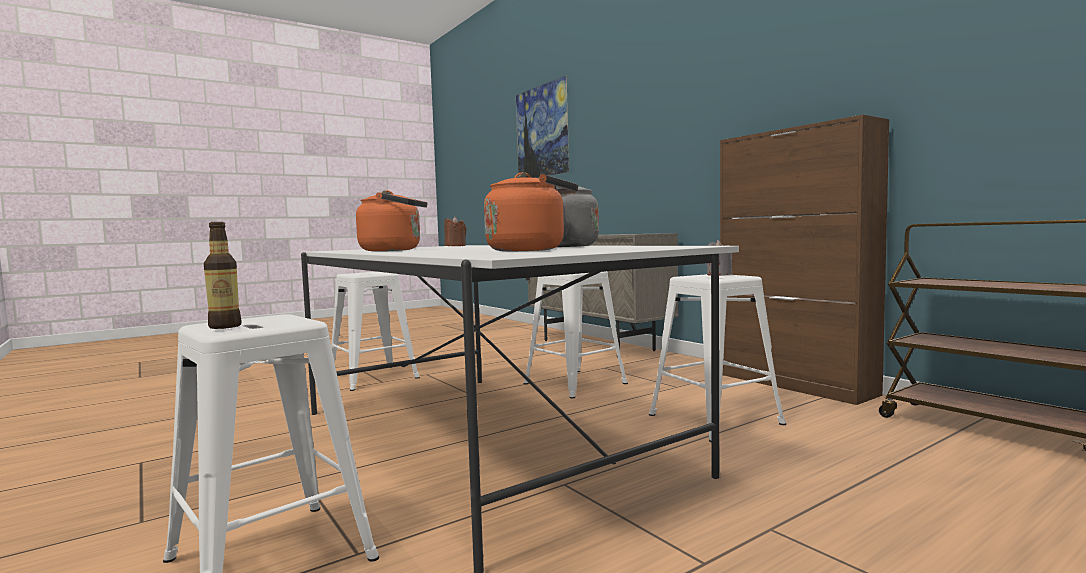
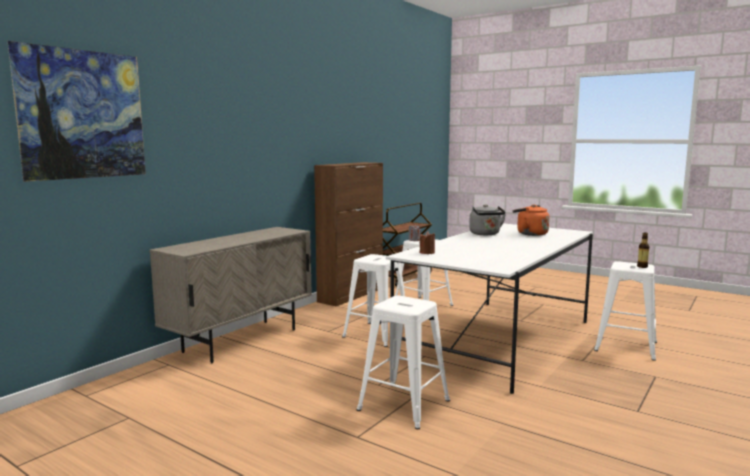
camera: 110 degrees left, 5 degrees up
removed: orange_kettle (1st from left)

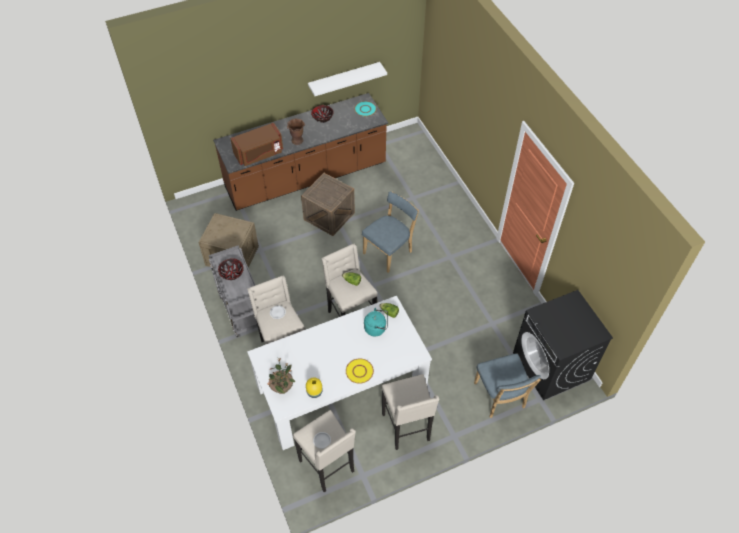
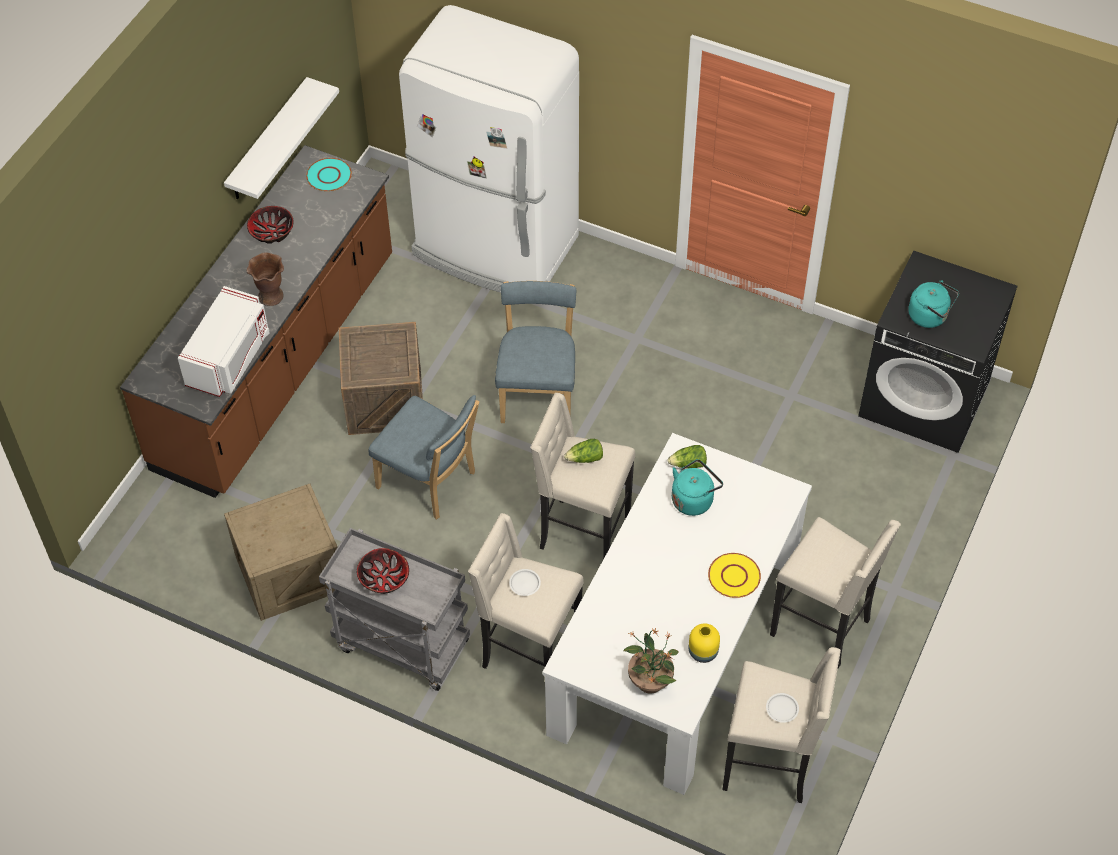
camera: 40 degrees left, 0 degrees up
added: white_fridge; turquoise_kettle (2nd from left)
moved: blue_chair (2nd from left in the first image) to blue_chair (1st from left)
recoloured: brown_microwave to white_microwave

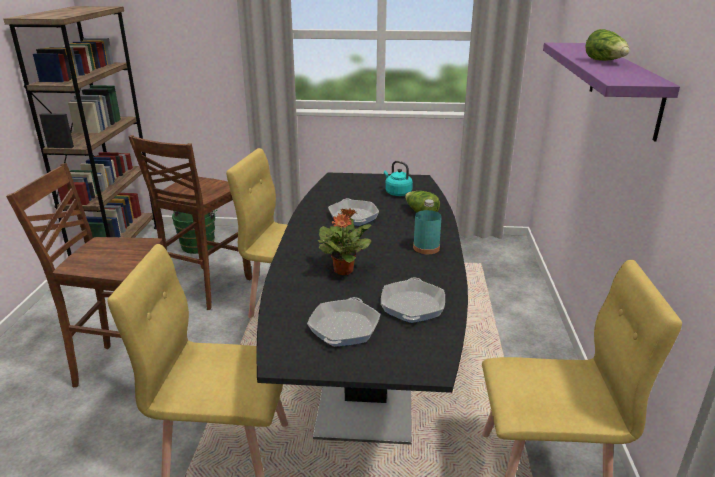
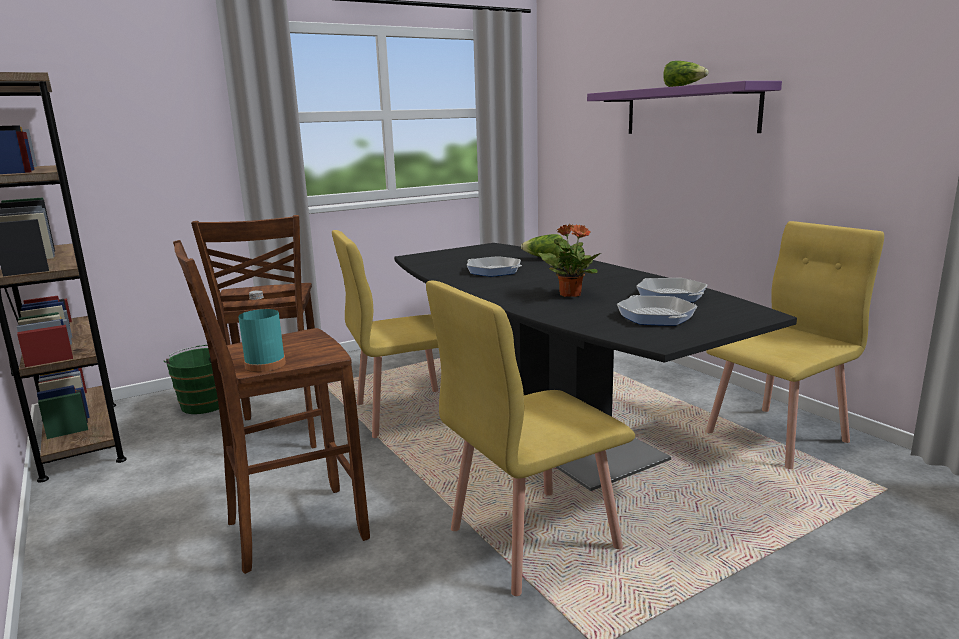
camera: 35 degrees left, 10 degrees down
removed: turquoise_kettle
moved: turquoise_bottle

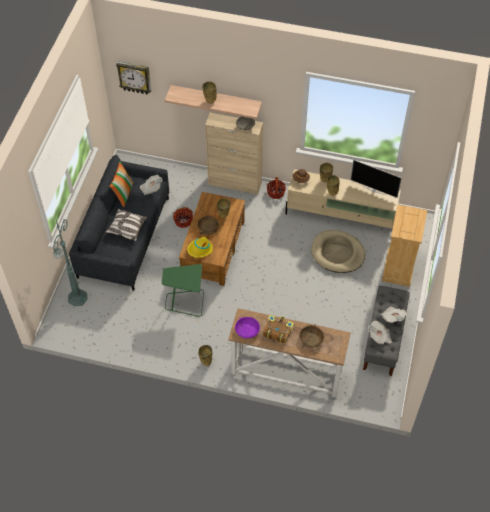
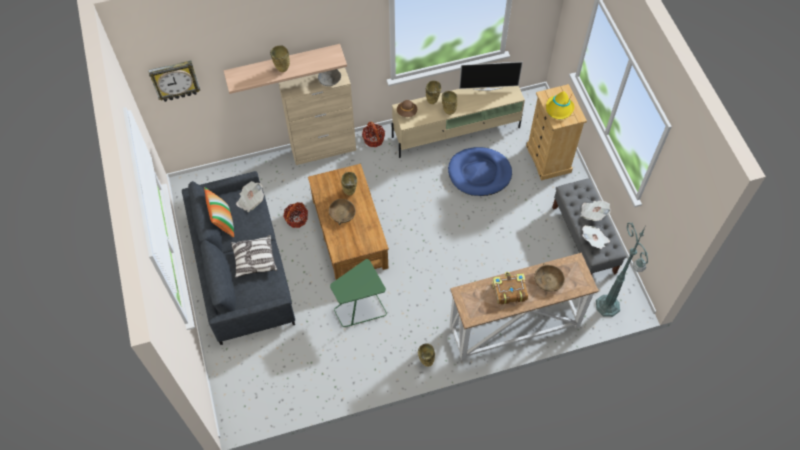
camera: 30 degrees left, 5 degrees up
removed: purple_bowl
moved: green_floor_lamp; yellow_hat
recoloured: beige_dog_bed to blue_dog_bed

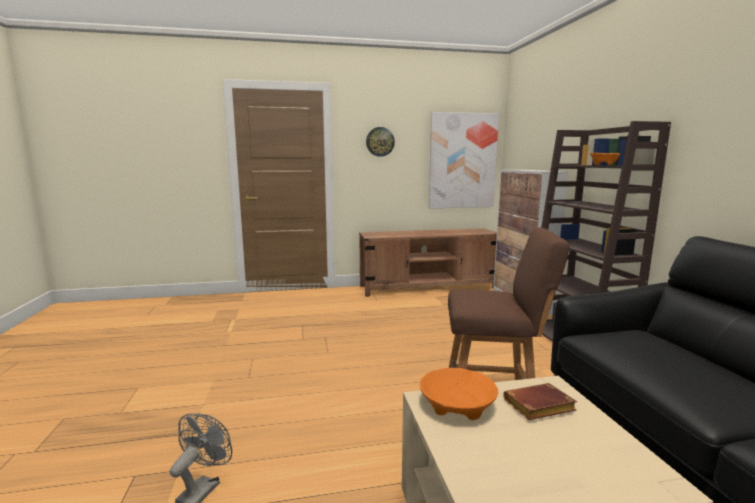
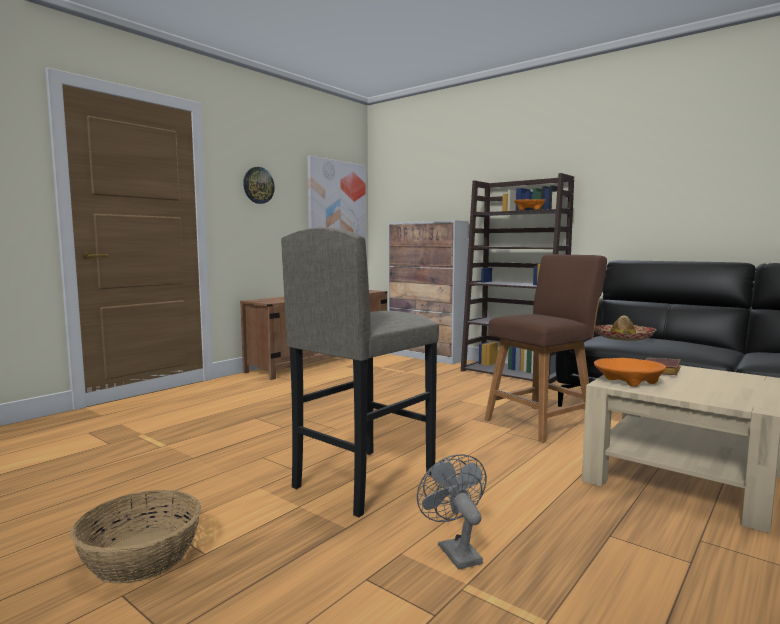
camera: 40 degrees left, 5 degrees down
added: basket; grey_stool; hat

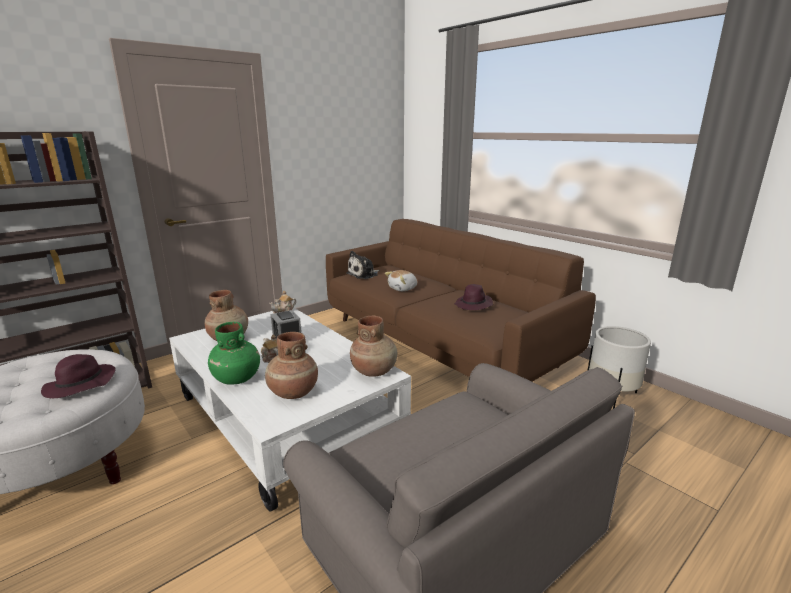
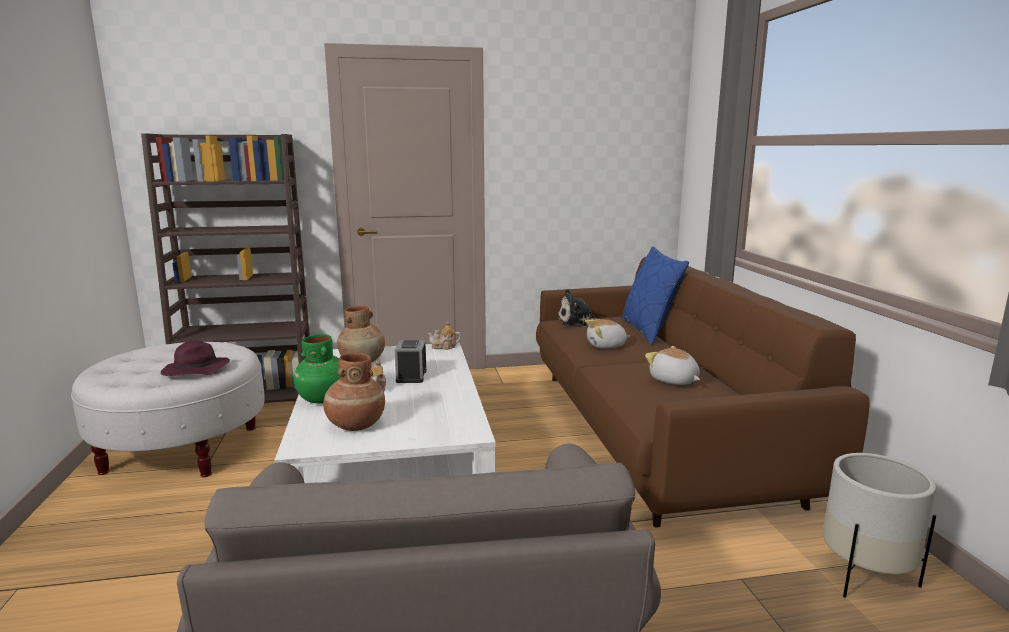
camera: 30 degrees right, 5 degrees down
removed: brown_vase (3rd from left)
added: blue_pillow
replaced: purple_hat (2nd from left) to plush_toy (3rd from left)

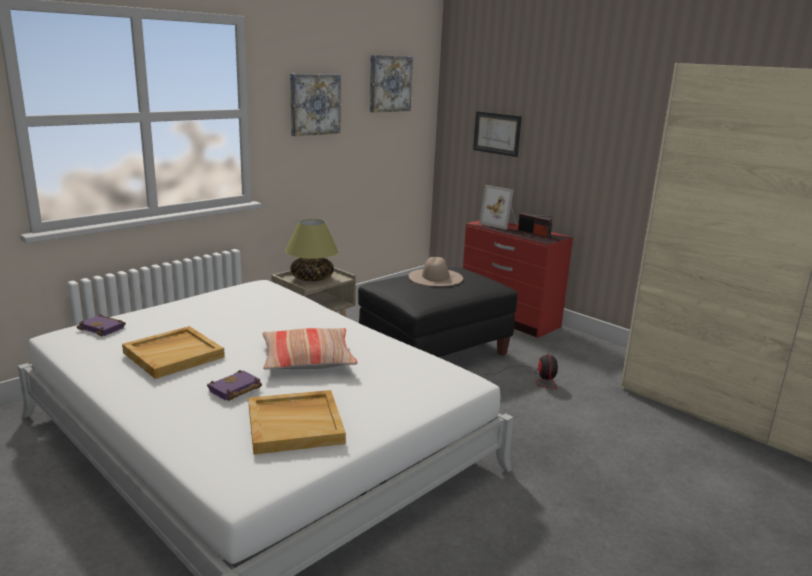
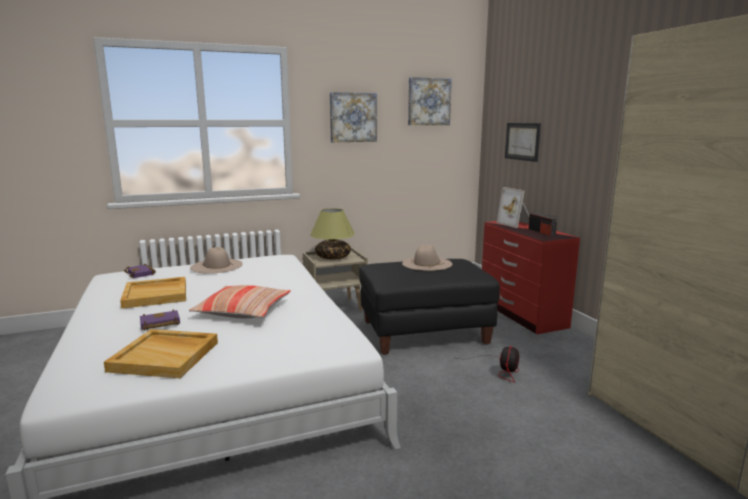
camera: 25 degrees right, 5 degrees down
added: beige_hat (1st from left)

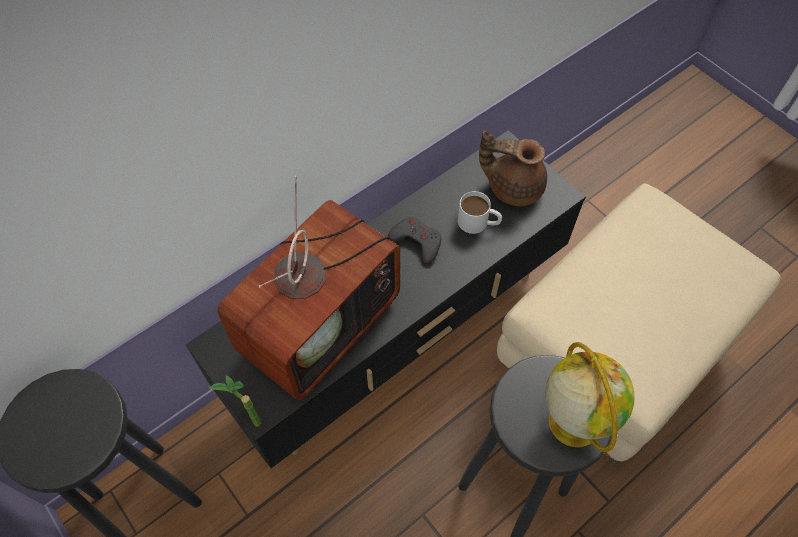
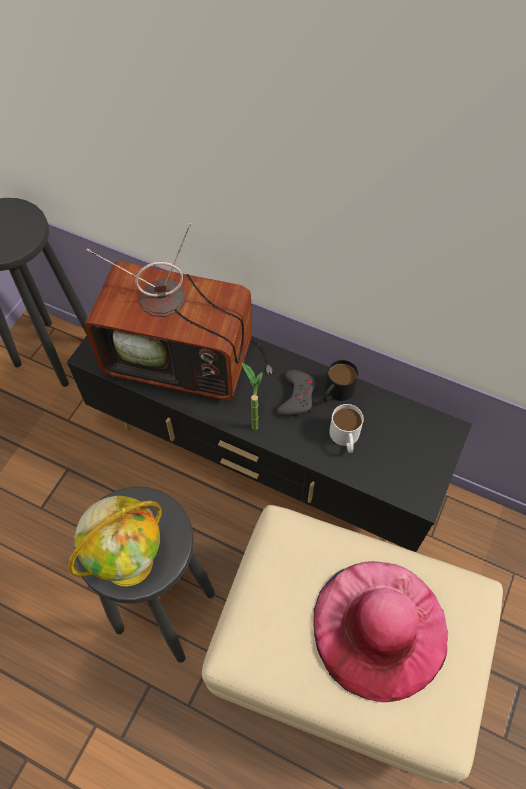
camera: 65 degrees right, 0 degrees up
removed: brown_teapot
added: pink_hat; black_mug
moved: potted_plant

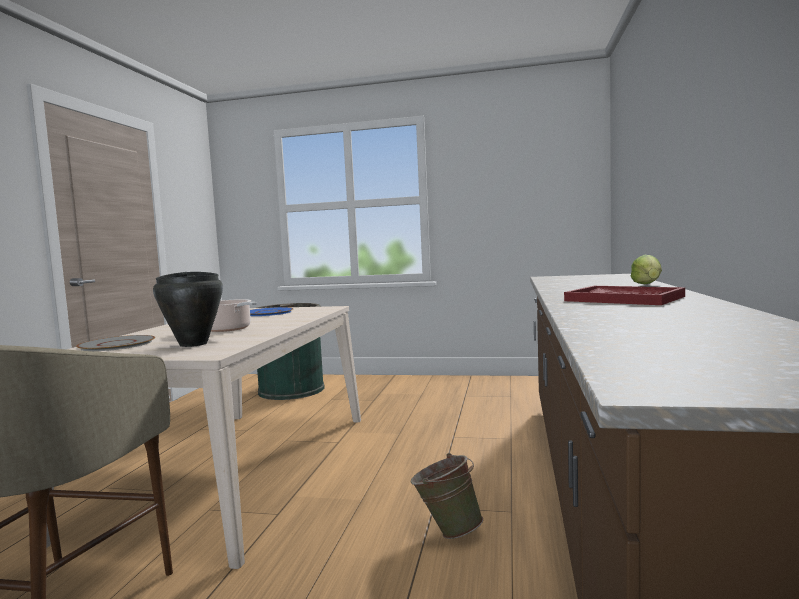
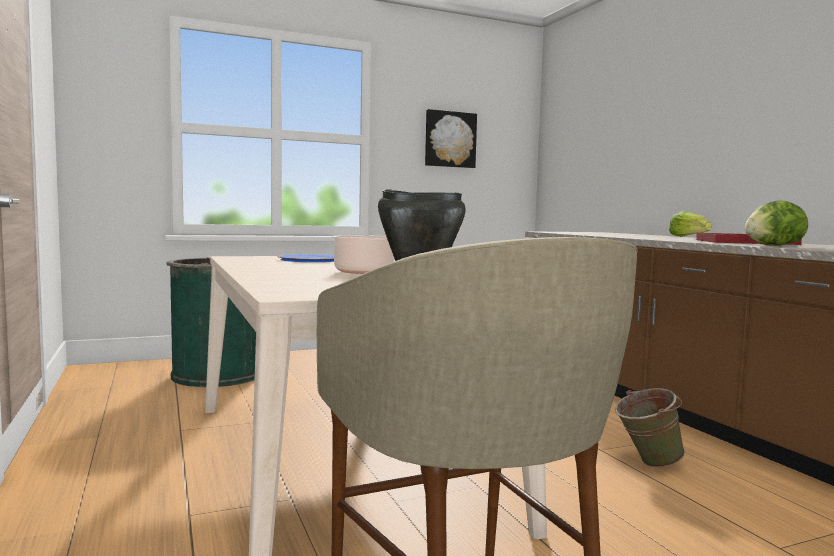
camera: 35 degrees left, 0 degrees up
removed: grey_plate
added: picture; lettuce (2nd from left)

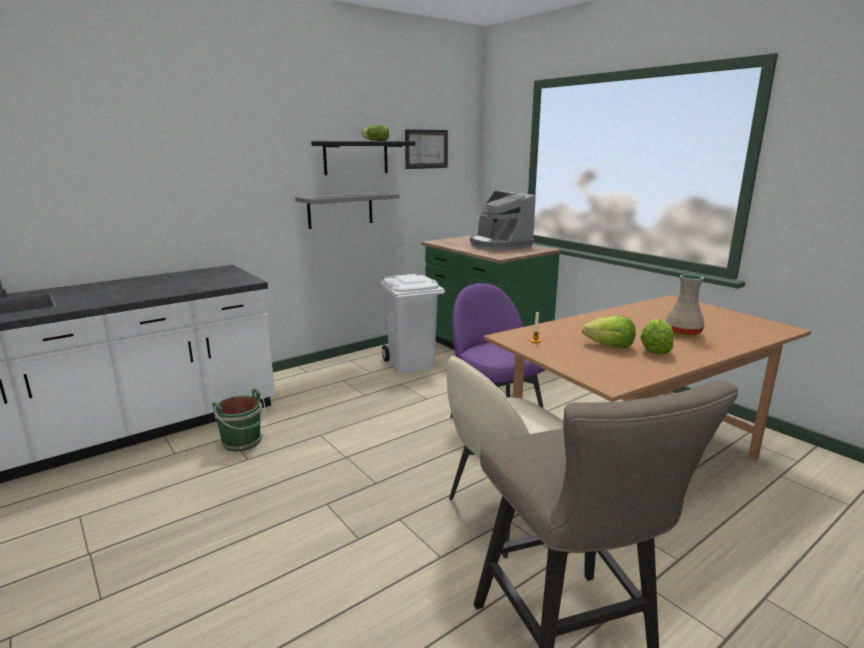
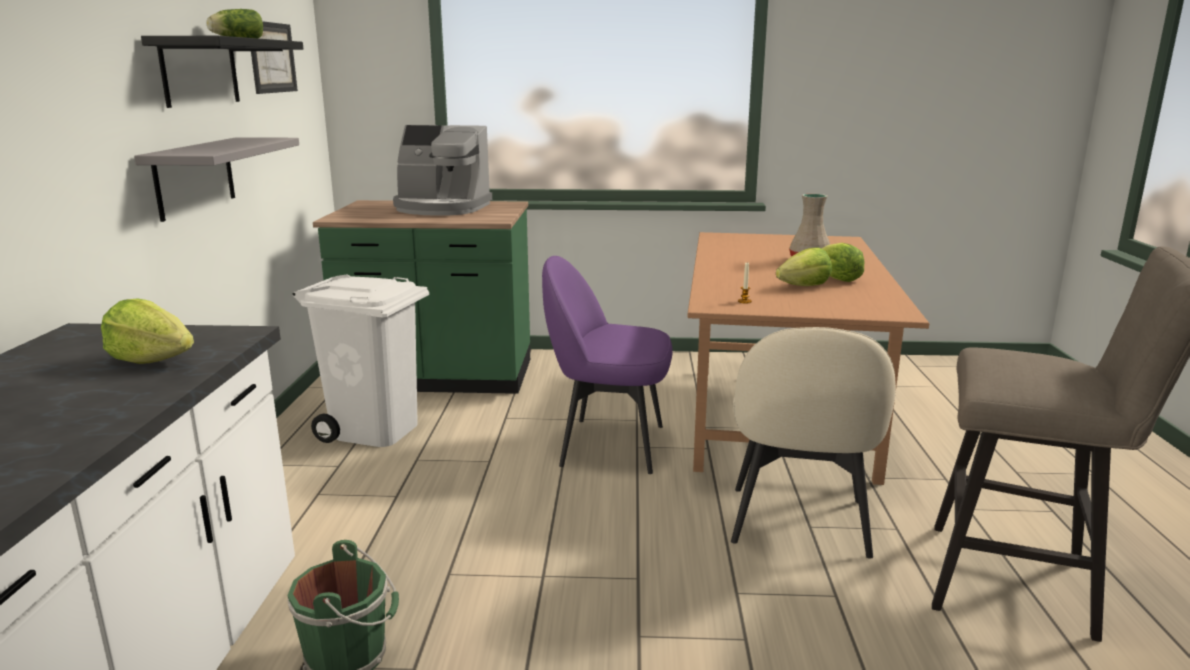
camera: 50 degrees left, 0 degrees up
added: lettuce (1st from left)

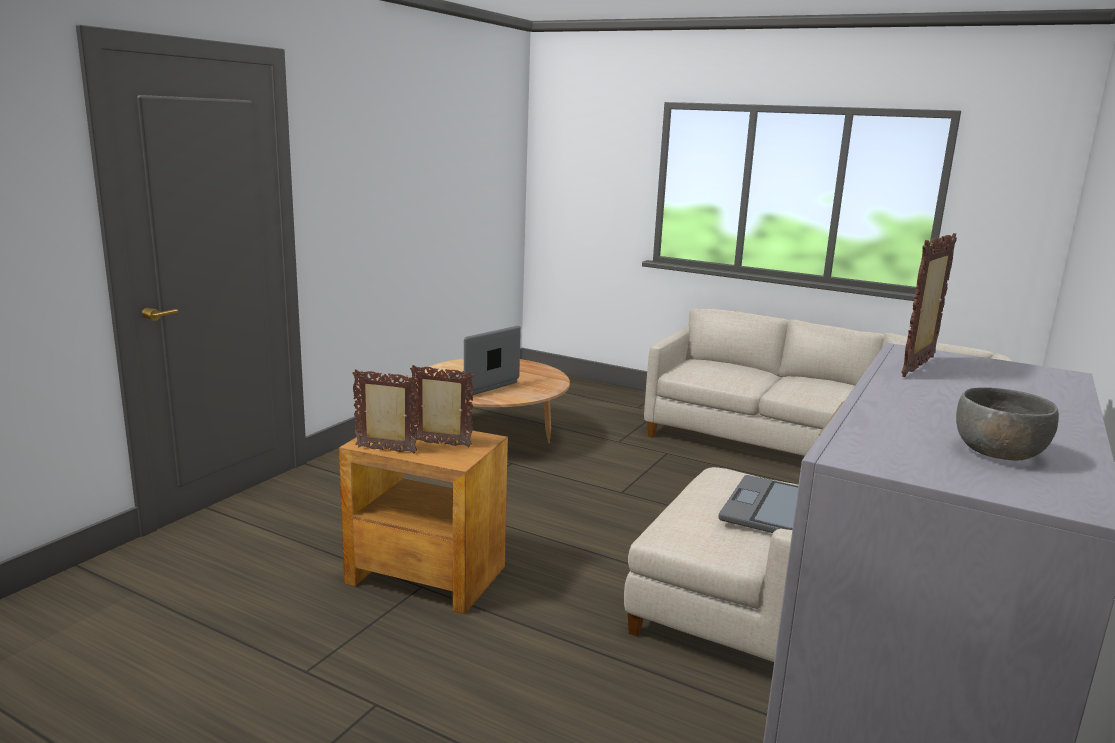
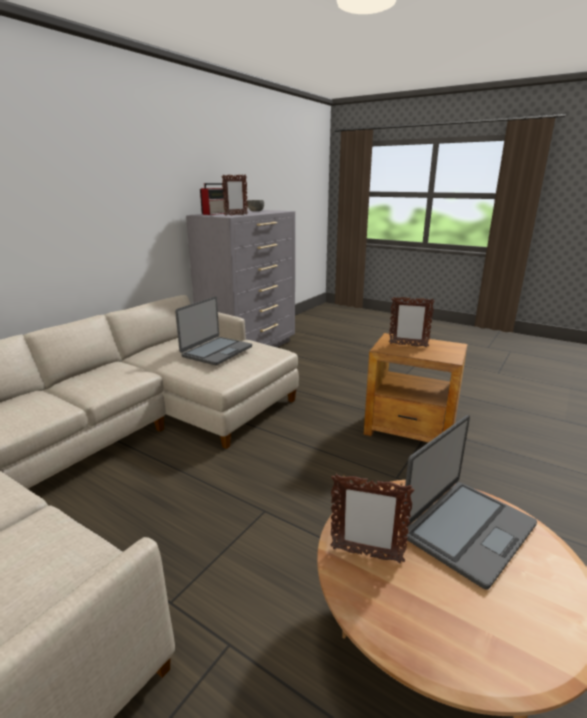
camera: 175 degrees left, 5 degrees up
added: radio
moved: picture_frame (1st from left in the first image) to picture_frame (2nd from left)

